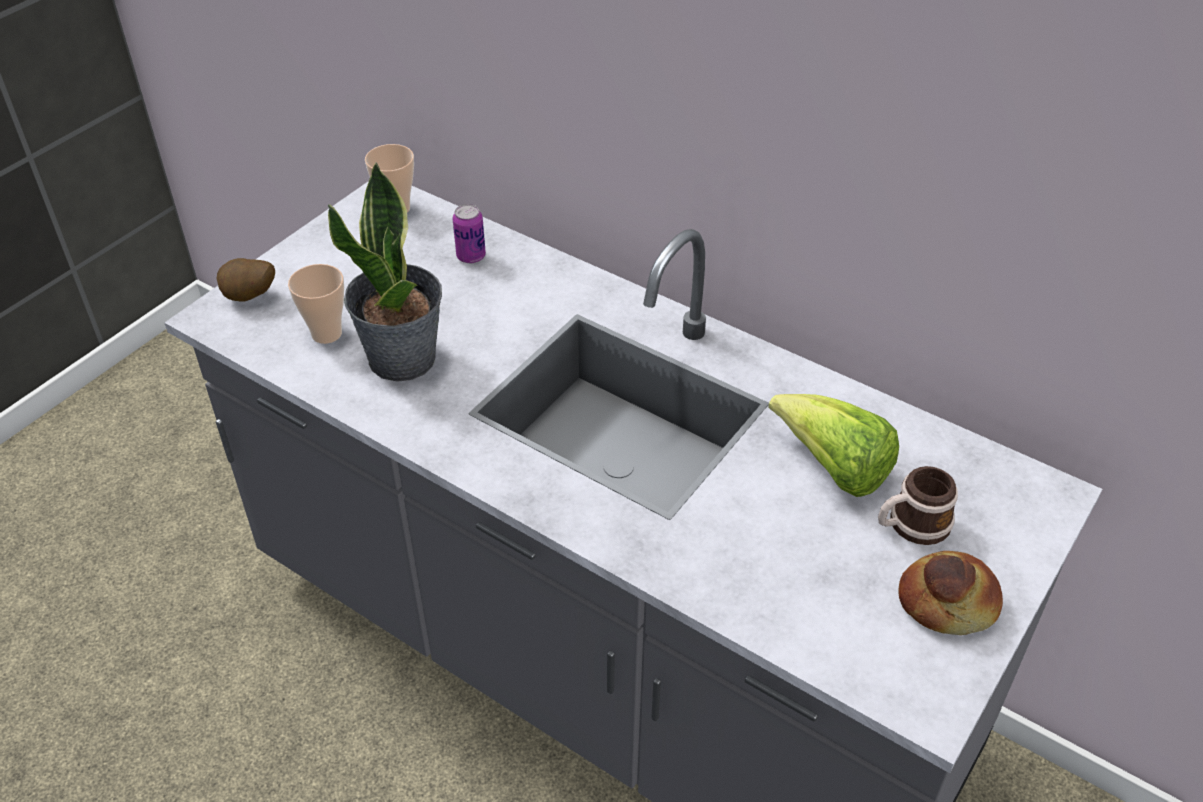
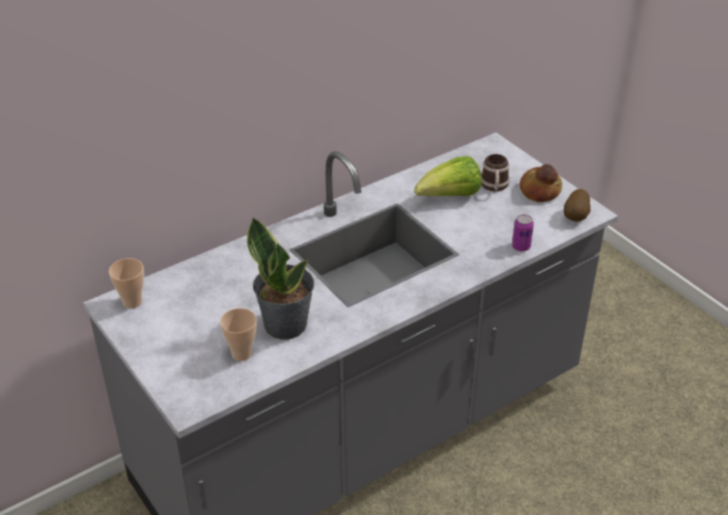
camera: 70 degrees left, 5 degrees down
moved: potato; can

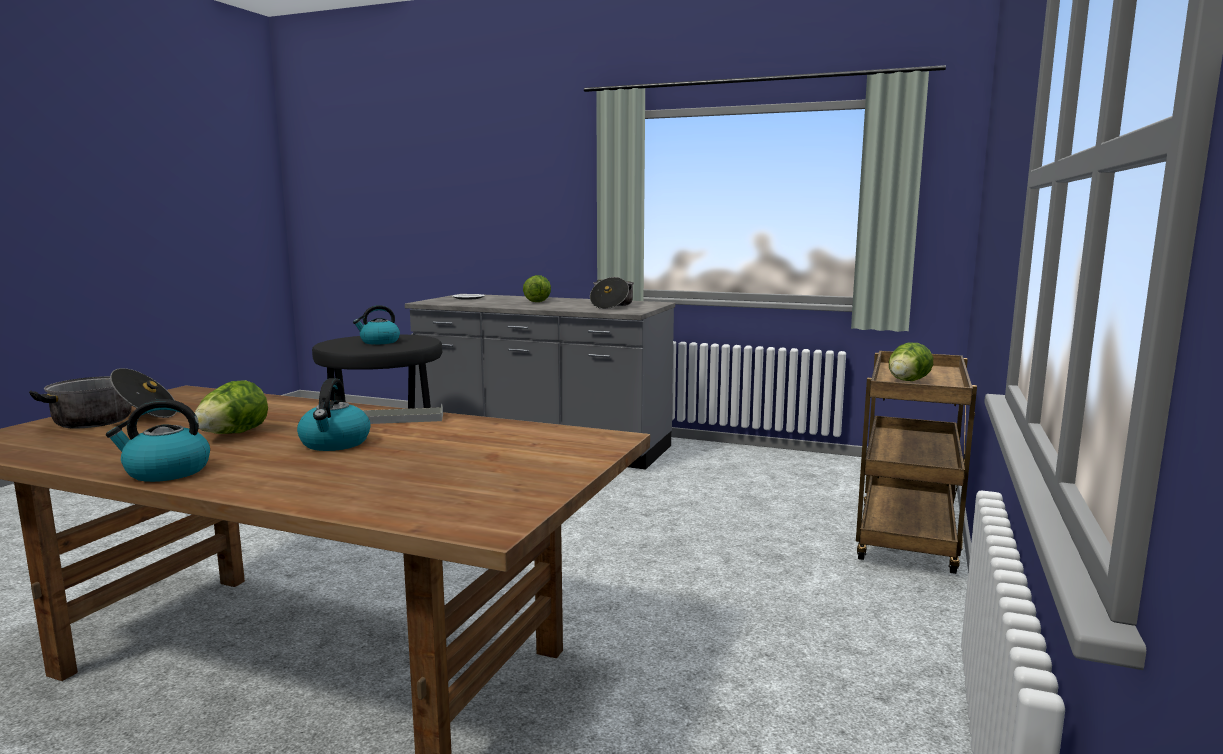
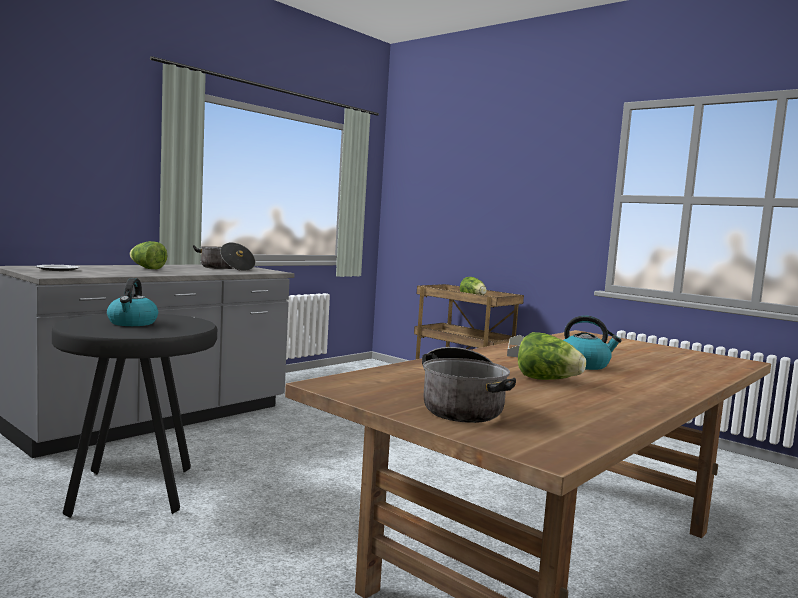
camera: 70 degrees left, 5 degrees down
removed: kettle (1st from left)

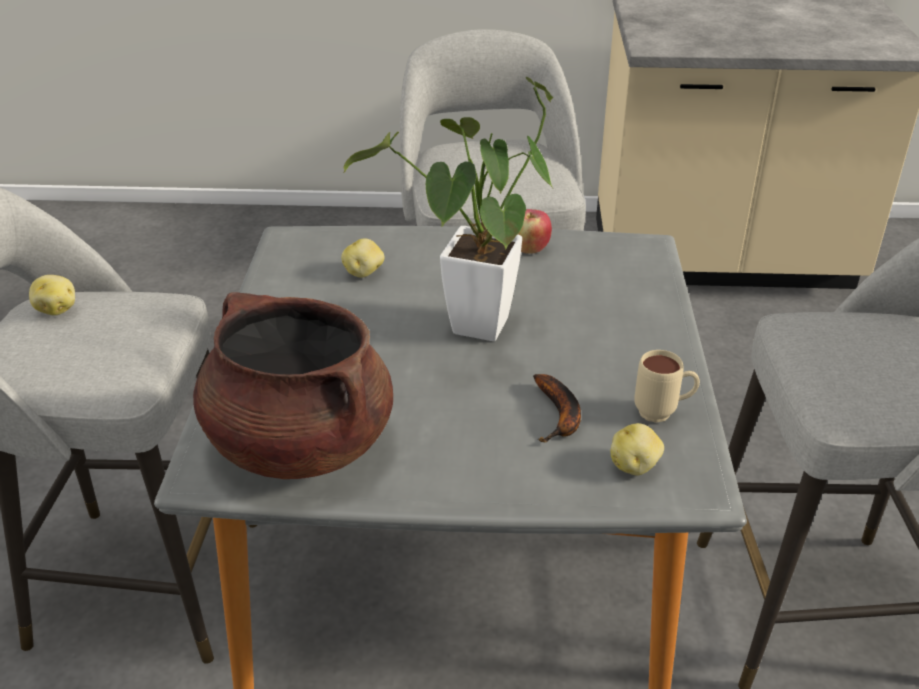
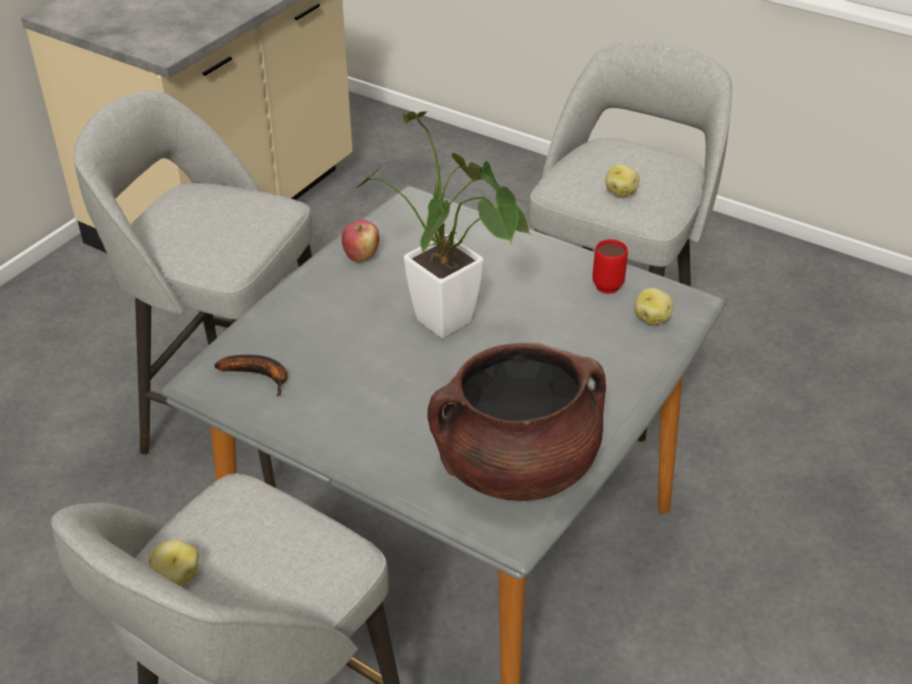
camera: 60 degrees left, 5 degrees up
moved: potato (2nd from left); banana
recoloured: beige_mug to red_mug

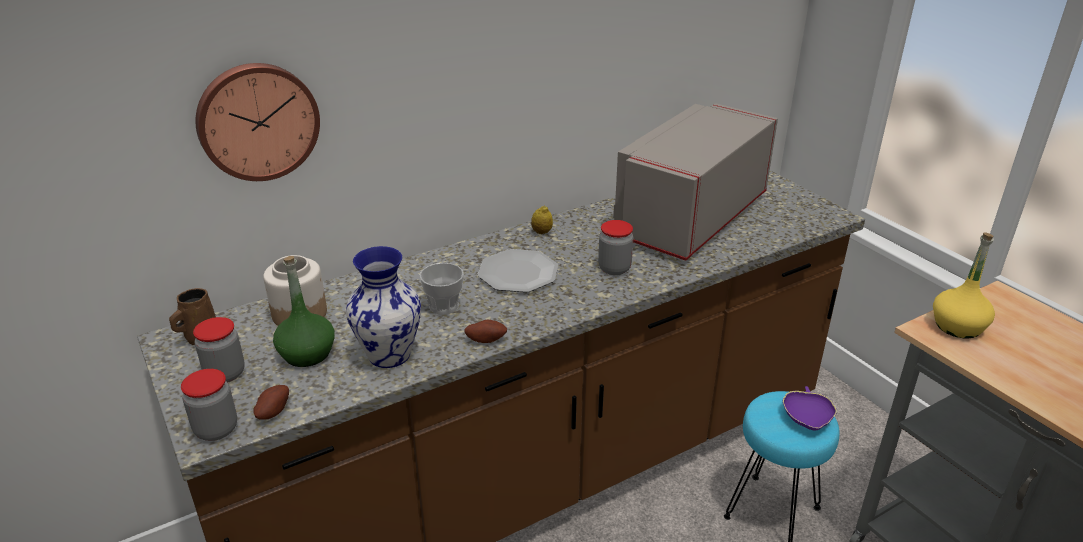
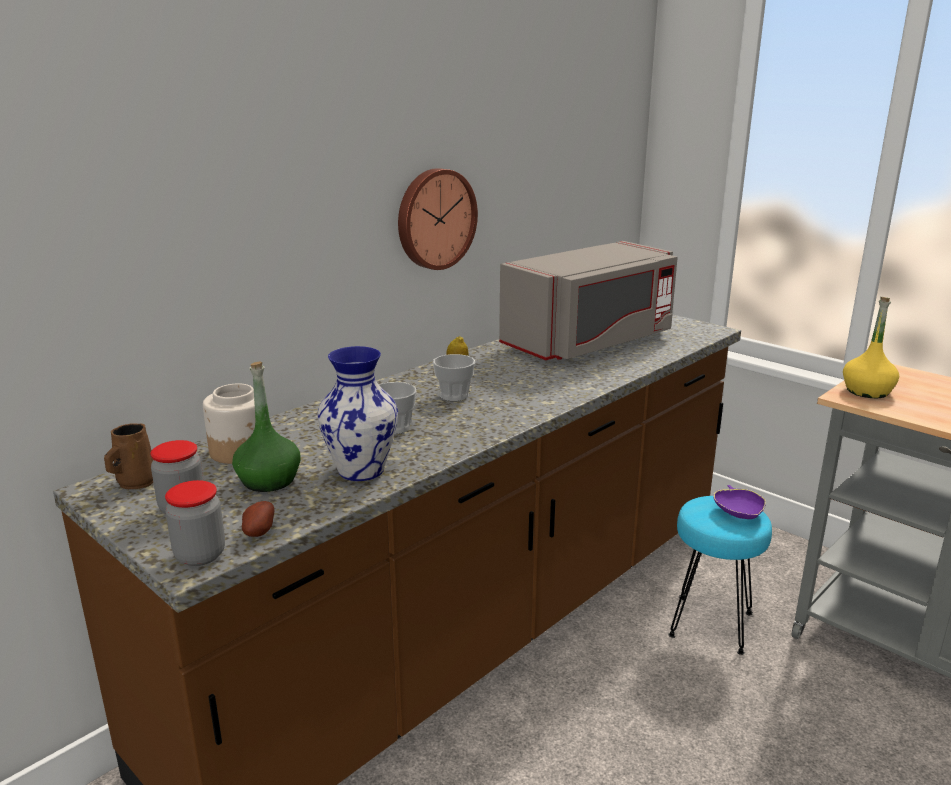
camera: 15 degrees left, 10 degrees down
removed: potato (2nd from left); jar (4th from left)
moved: wall_clock
replaced: plate to cup (2nd from left)
turned: grey_microwave 150 degrees counterclockwise

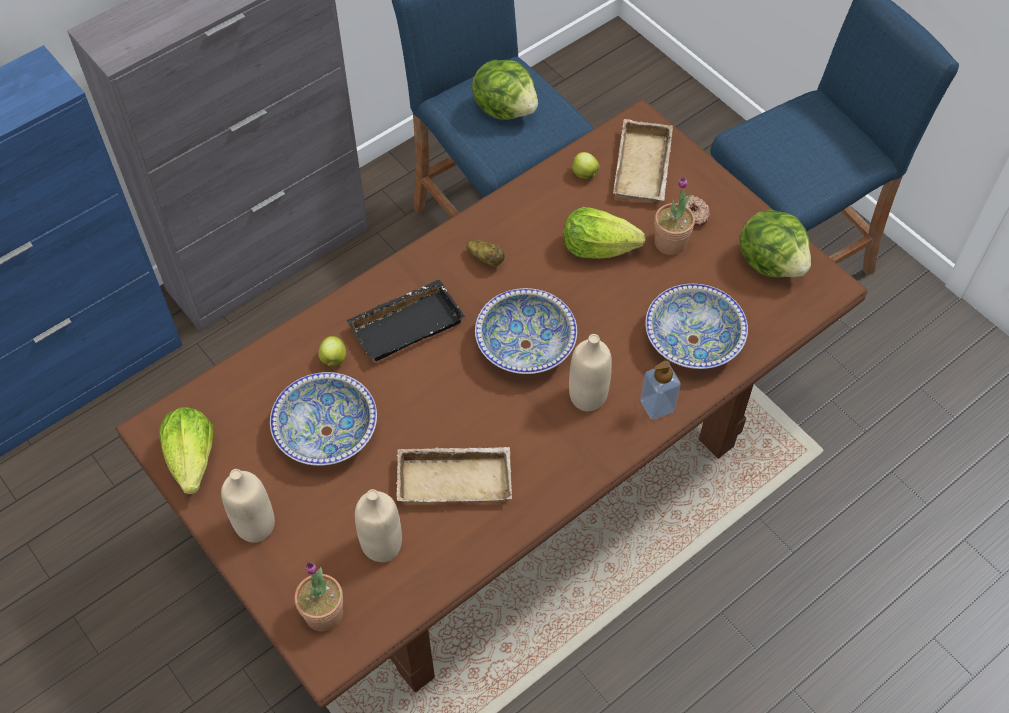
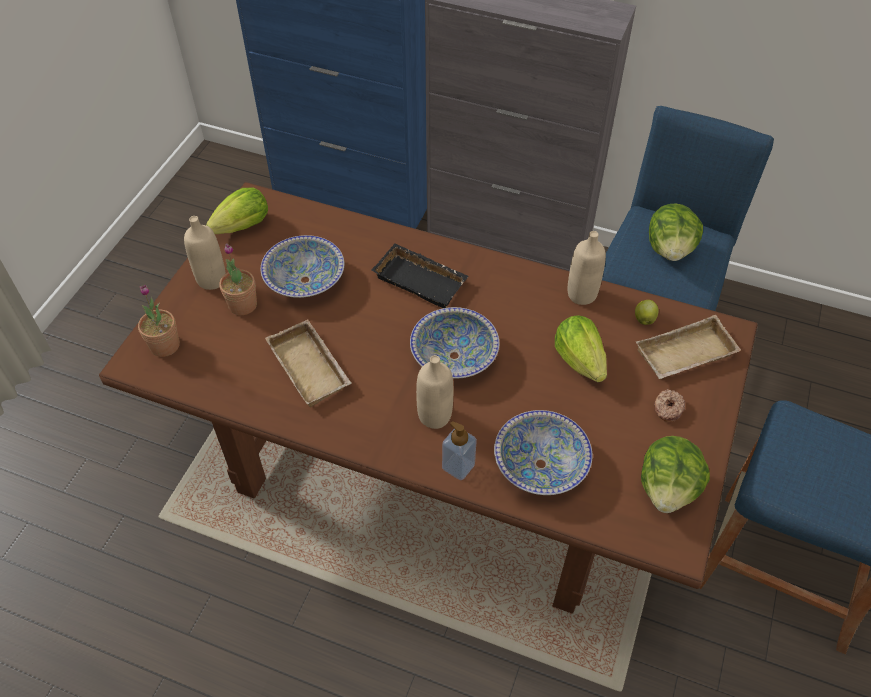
camera: 60 degrees right, 5 degrees down
removed: apple (1st from left); potato
moved: beige_bottle (2nd from left in the first image) to beige_bottle (3rd from left); potted_plant (2nd from left)

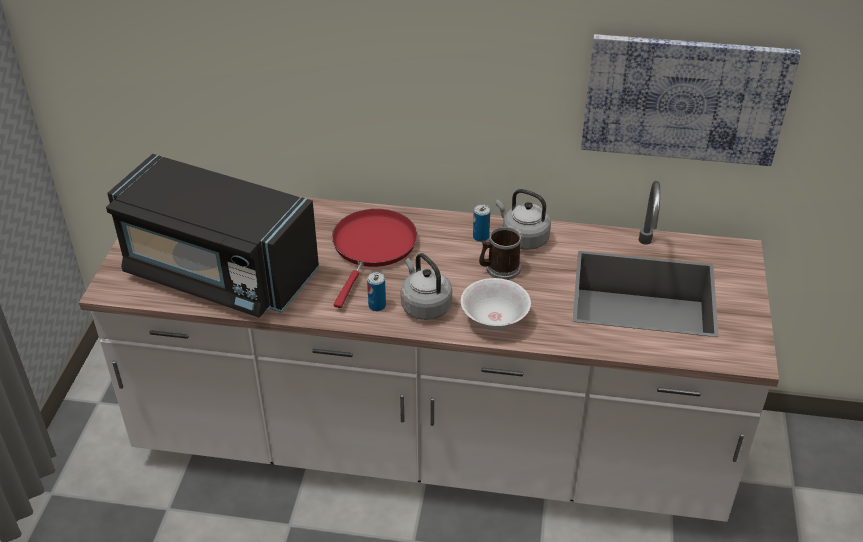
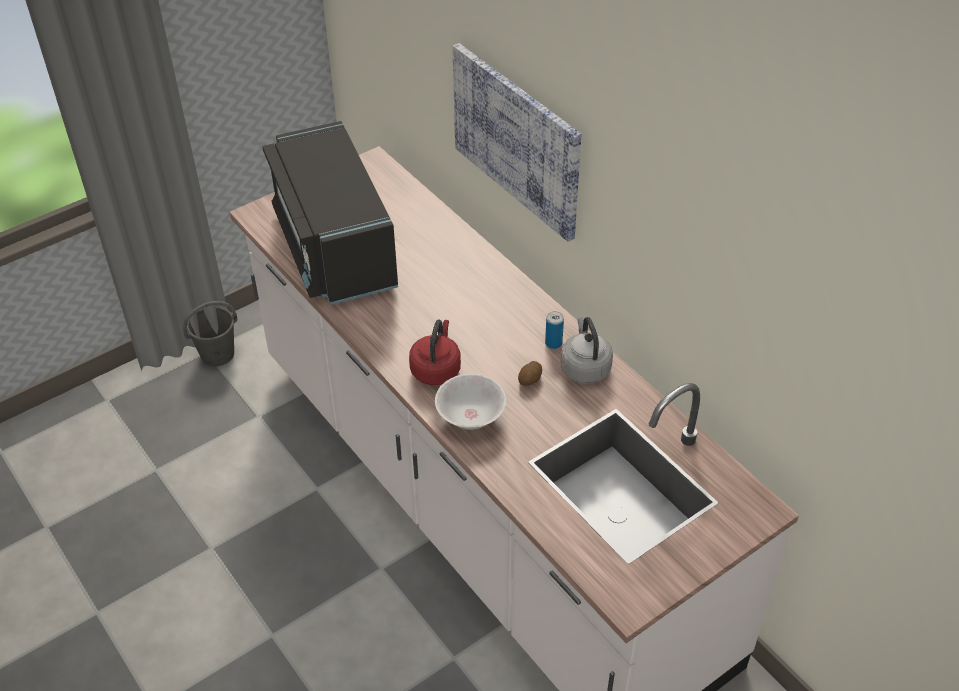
camera: 45 degrees right, 5 degrees up
removed: red_frying_pan; can (1st from left)
added: grey_bucket
moved: picture
replaced: mug to potato
recoloured: grey_kettle (1st from left) to red_kettle

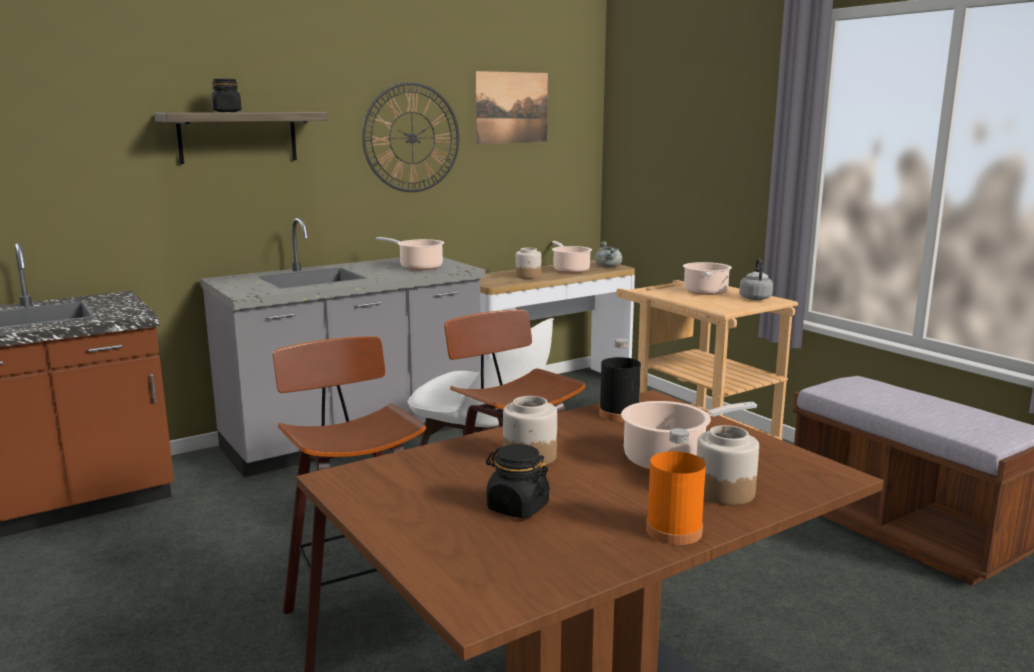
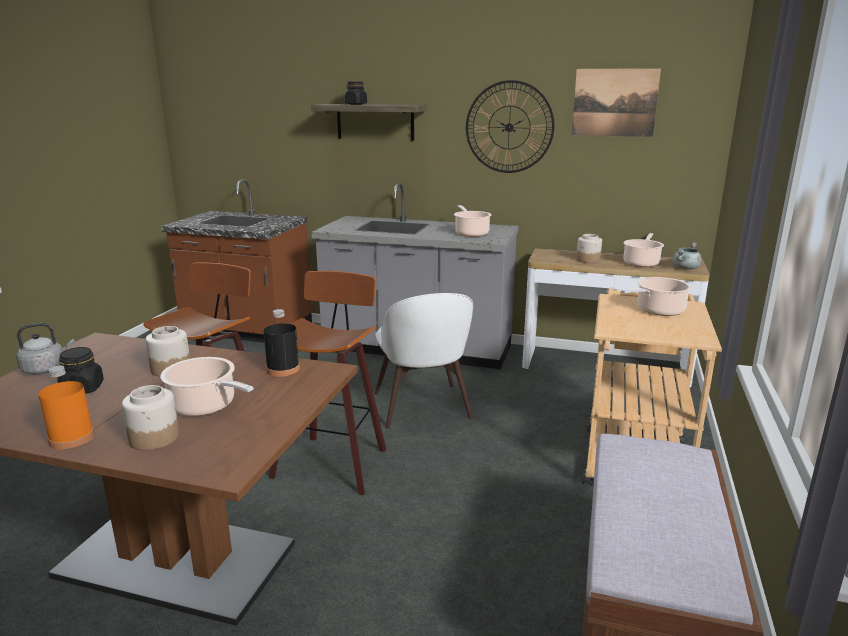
camera: 50 degrees right, 5 degrees up
moved: grey_kettle

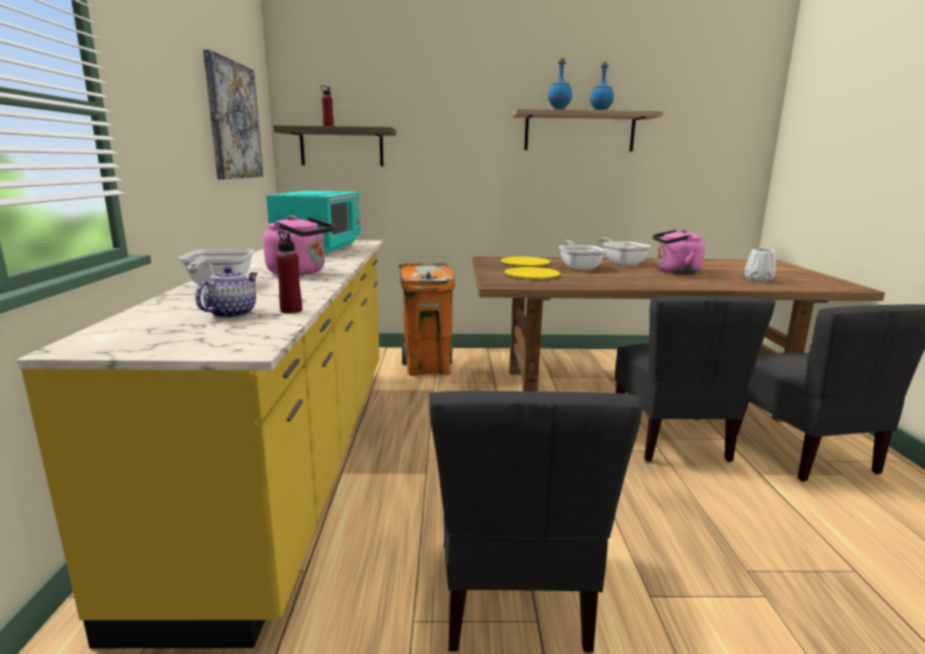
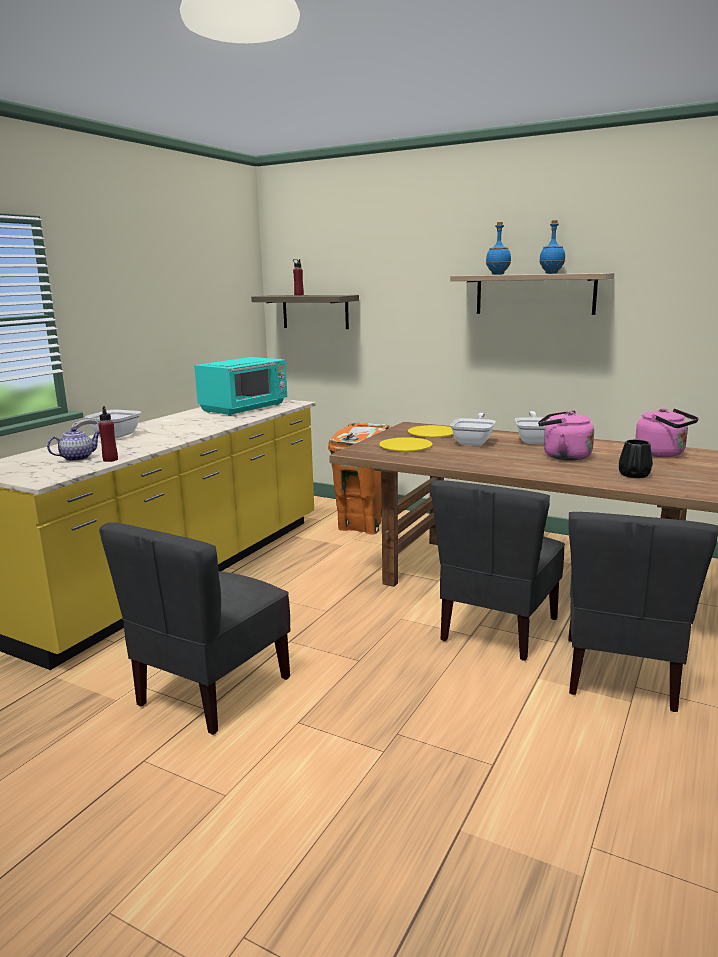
camera: 30 degrees right, 0 degrees up
removed: picture
moved: pink_kettle (1st from left in the first image) to pink_kettle (2nd from left)
recoloured: white_vase to black_vase

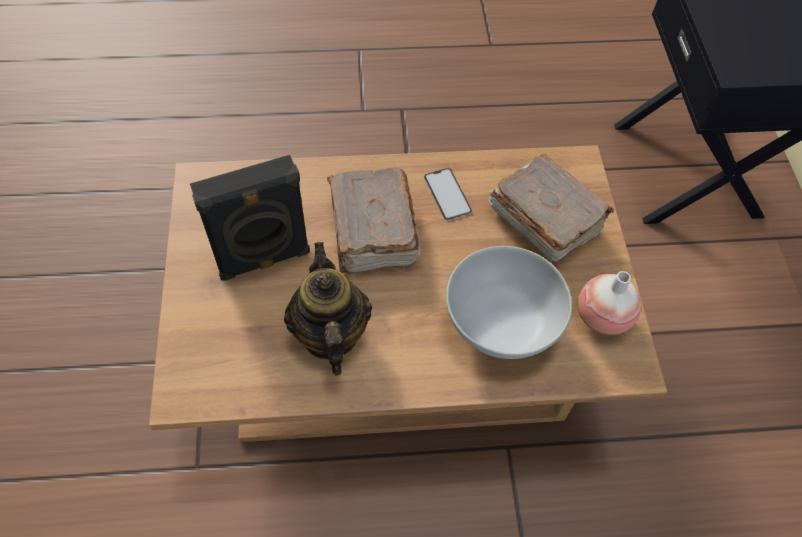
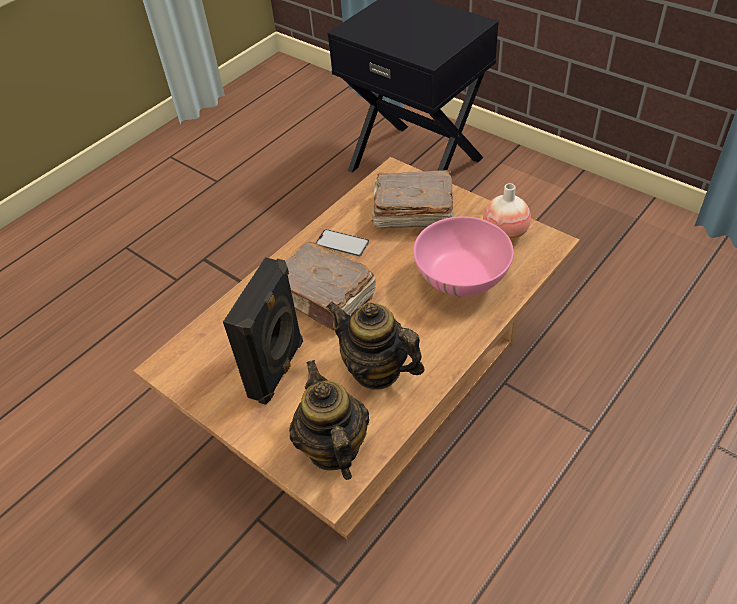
camera: 40 degrees left, 10 degrees down
added: teapot (1st from left)
recoloured: white_bowl to pink_bowl

